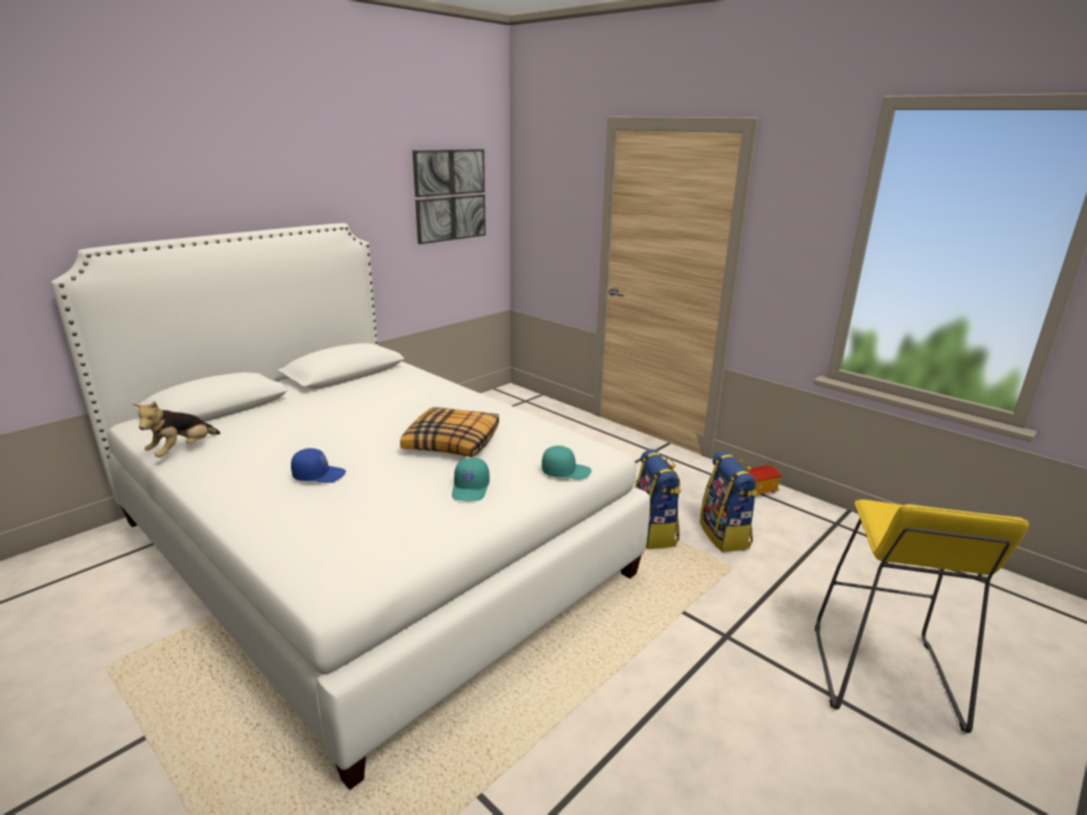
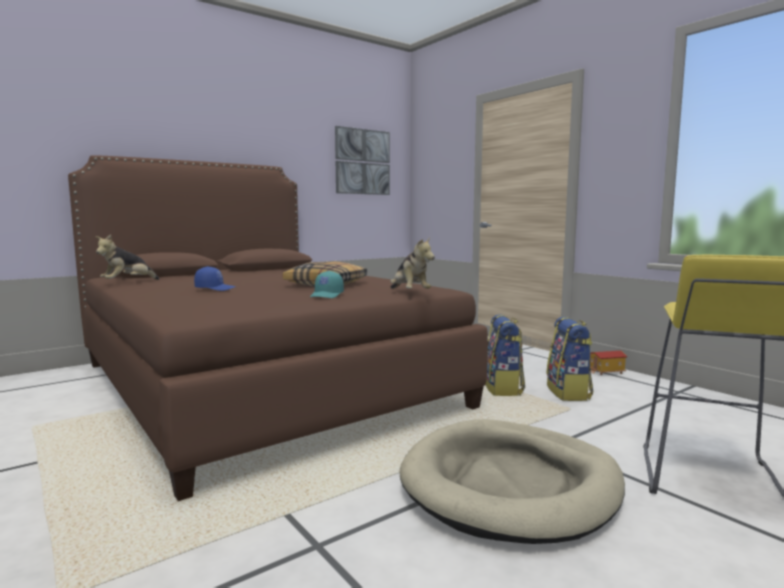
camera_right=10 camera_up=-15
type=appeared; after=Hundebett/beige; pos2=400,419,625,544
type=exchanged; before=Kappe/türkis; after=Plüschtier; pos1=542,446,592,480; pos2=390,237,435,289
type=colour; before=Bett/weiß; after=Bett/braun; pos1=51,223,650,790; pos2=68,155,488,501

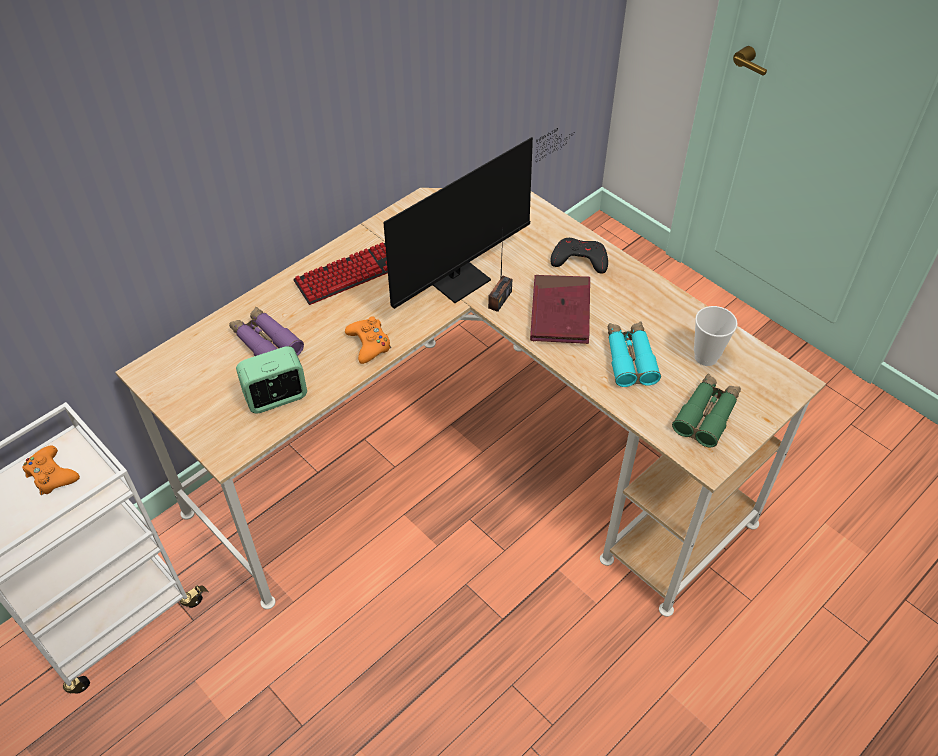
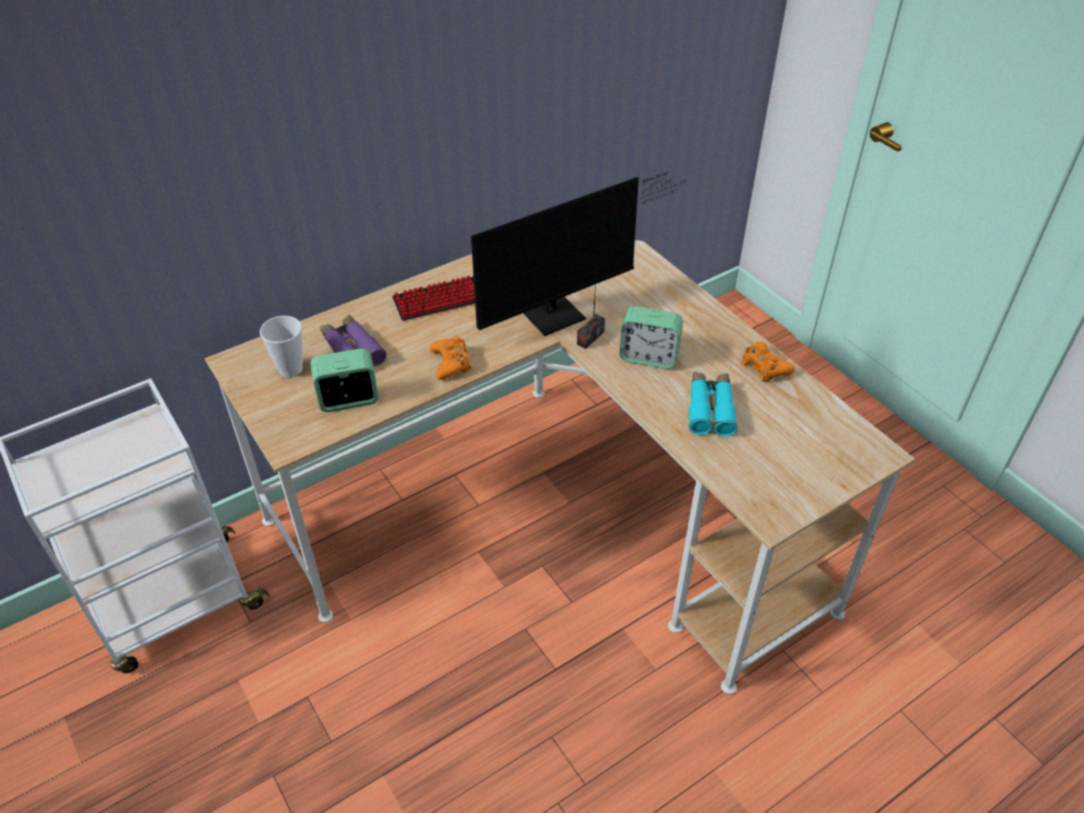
camera_right=10 camera_up=-5
type=missing; before=Gamepad/schwarz; pos1=550,238,608,274
type=missing; before=Fernglas/grün; pos1=672,374,741,447
type=relocated; before=Gamepad/orange; pos1=22,445,80,495; pos2=742,341,795,381
type=relocated; before=Tasse; pos1=694,306,738,366; pos2=260,316,303,377
type=exchanged; before=Buch/rot; after=Wecker; pos1=530,275,590,344; pos2=619,306,683,369

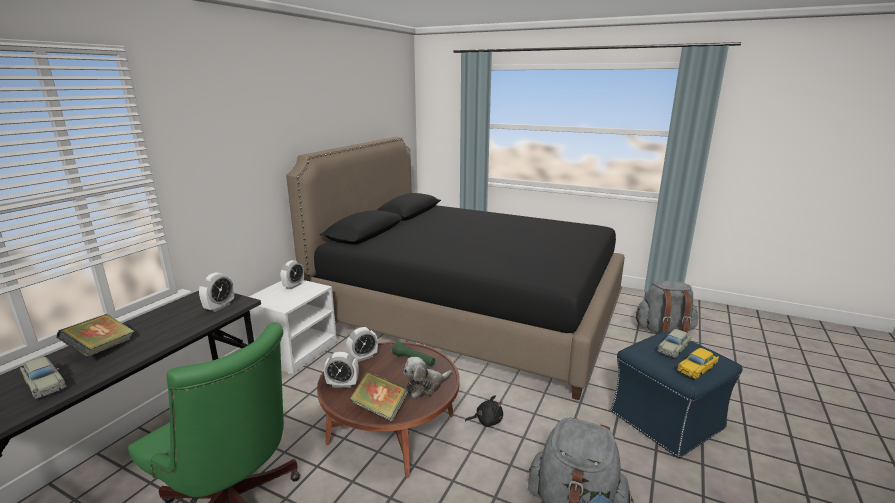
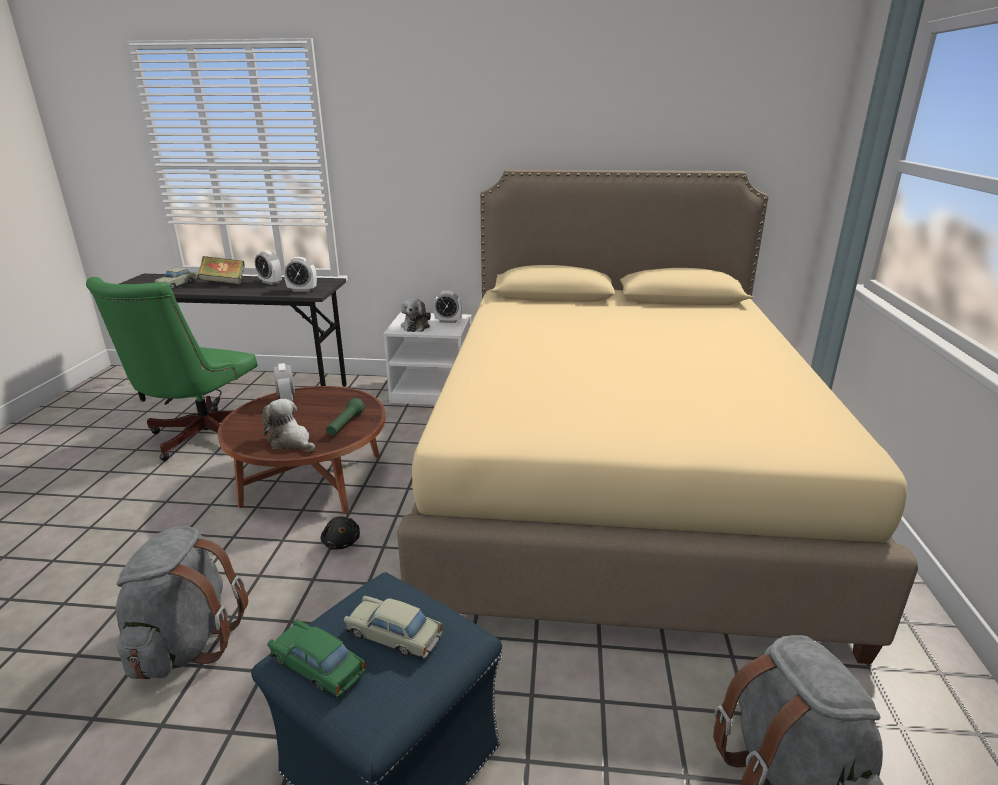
camera_right=70 camera_up=5
type=missing; before=Buch; pos1=350,371,408,421
type=appeared; after=Plüschtier; pos2=401,298,431,332
type=relocated; before=Wecker; pos1=346,327,378,362; pos2=255,250,282,285
type=colour; before=Bett/schwarz; after=Bett/beige; pos1=286,137,625,400; pos2=397,170,918,664
type=colour; before=Spielzeugauto/gelb; after=Spielzeugauto/grün; pos1=677,348,719,379; pos2=267,619,366,698

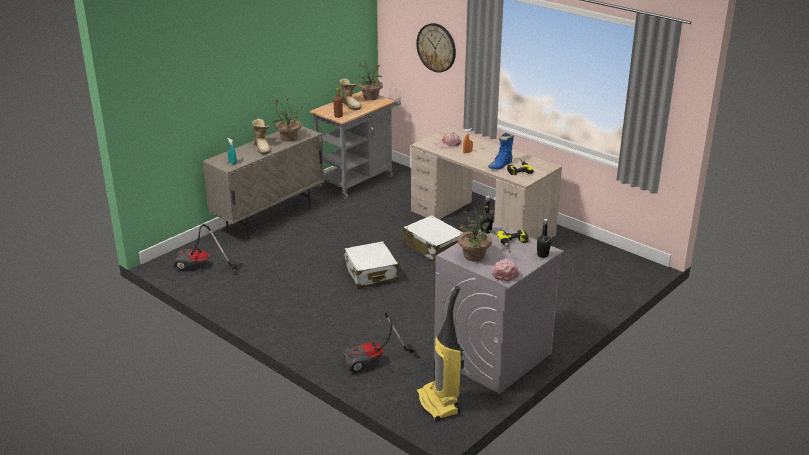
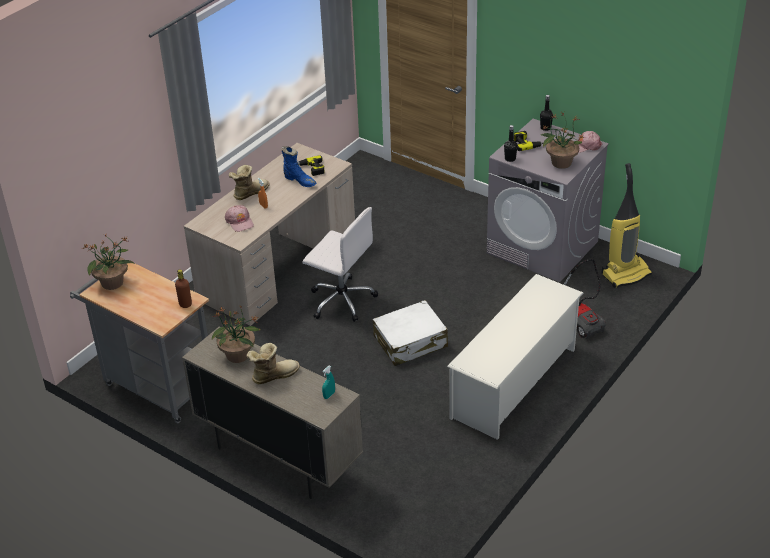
camera_right=-95 camera_up=10
type=missing; before=Staubsauger; pos1=174,224,243,275
type=missing; before=Wanduhr; pos1=416,23,456,73
type=appeared; after=Schuhregal/weiß; pos2=447,274,583,440
type=relocated; before=Stiefel; pos1=339,78,362,110; pos2=229,165,270,200
type=exchanged; before=Koffer/weiß; after=Bürostuhl/weiß; pos1=403,215,464,262; pos2=303,207,378,322

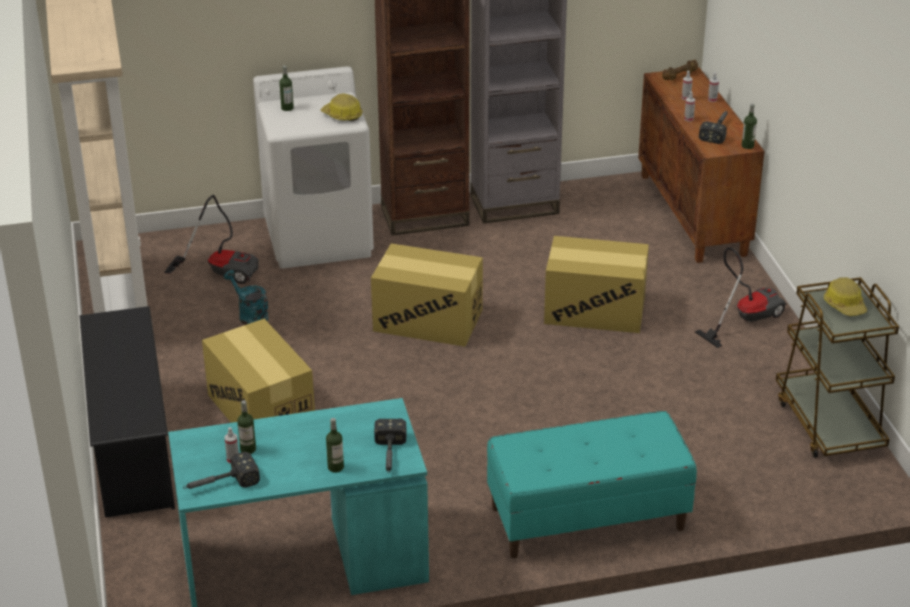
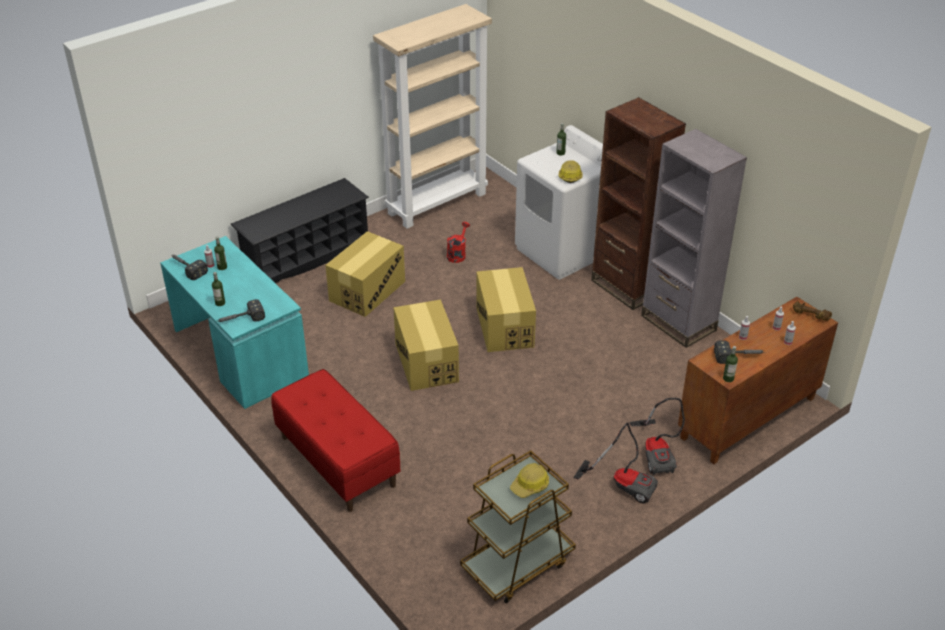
camera_right=65 camera_up=5
type=relocated; before=Staubsauger; pos1=165,195,259,284; pos2=629,398,685,476
type=relocated; before=Karton; pos1=544,236,649,333; pos2=393,299,459,391
type=colour; before=Gießkanne/türkis; after=Gießkanne/rot; pos1=224,270,268,325; pos2=447,222,470,263
type=colour; before=Bank/türkis; after=Bank/rot; pos1=487,411,697,558; pos2=271,369,400,512

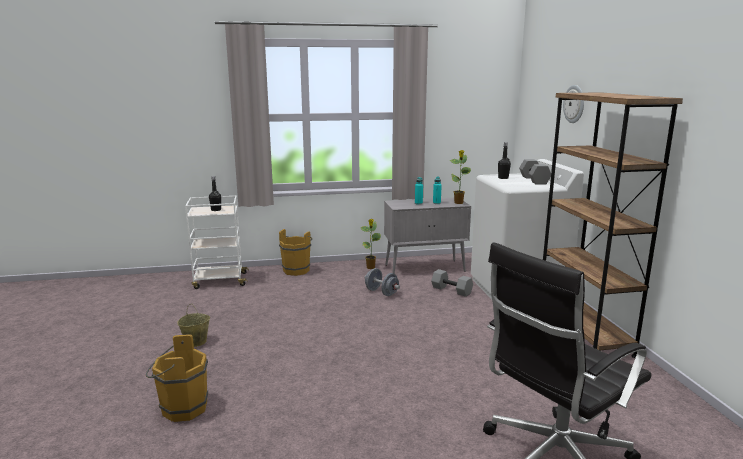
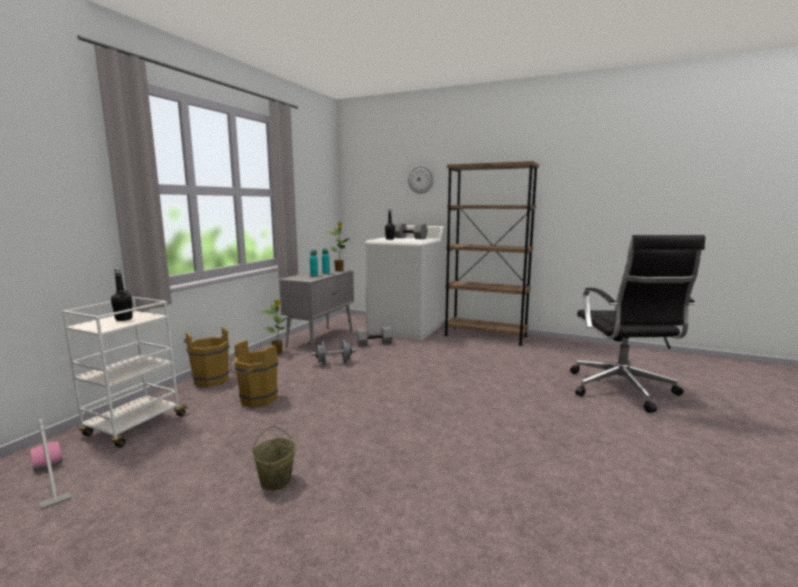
camera_right=-55 camera_up=-5
type=appeared; after=Staubsauger; pos2=30,419,72,509
type=relocated; before=Eimer/braun; pos1=146,334,208,422; pos2=230,340,278,407

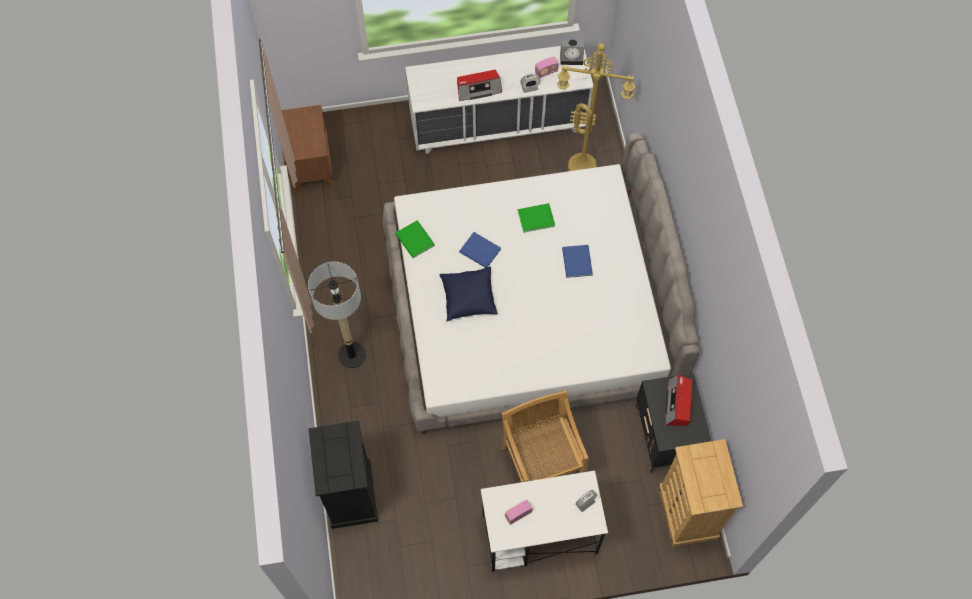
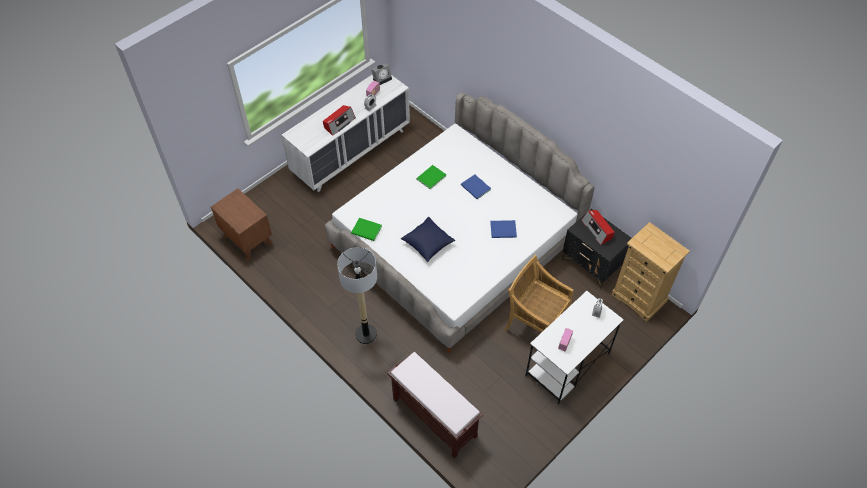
camera_right=-35 camera_up=-10
type=missing; before=Stehlampe/gelb; pos1=557,44,635,171
type=relocated; before=Buch/blau; pos1=459,232,501,268; pos2=490,220,517,238
type=exchanged; before=Kommode/schwarz; after=Bank/braun; pos1=308,421,378,529; pos2=388,352,483,459

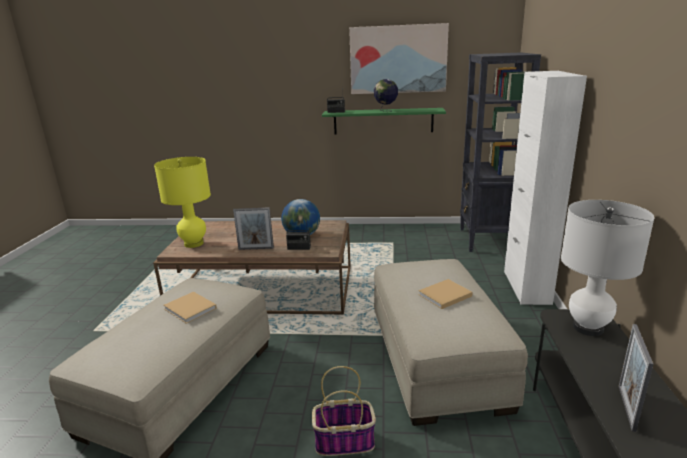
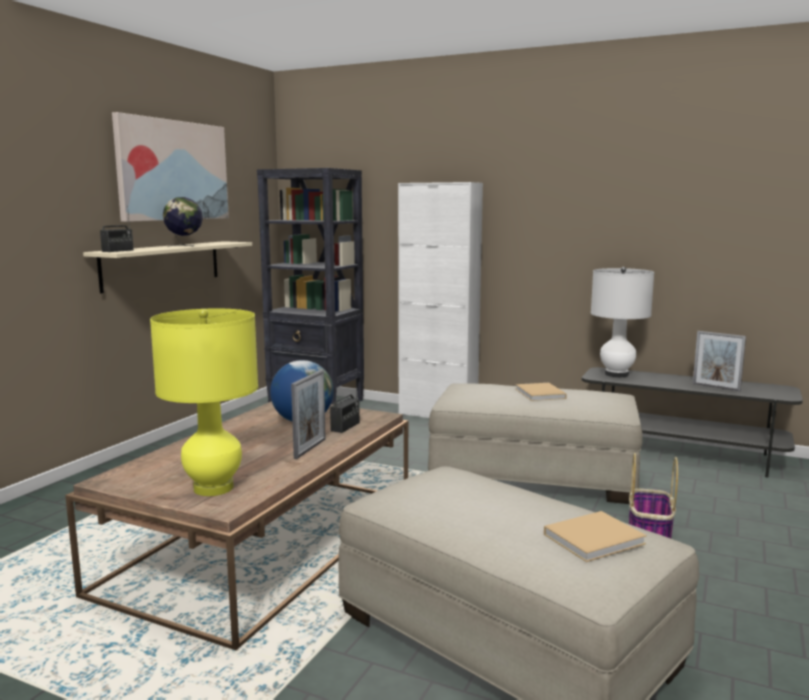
camera_right=-70 camera_up=-10
type=relocated; before=Buch/beige; pos1=163,292,217,324; pos2=544,511,647,562
type=colour; before=Wandregal/grün; after=Wandregal/beige; pos1=322,108,446,135; pos2=83,241,252,294

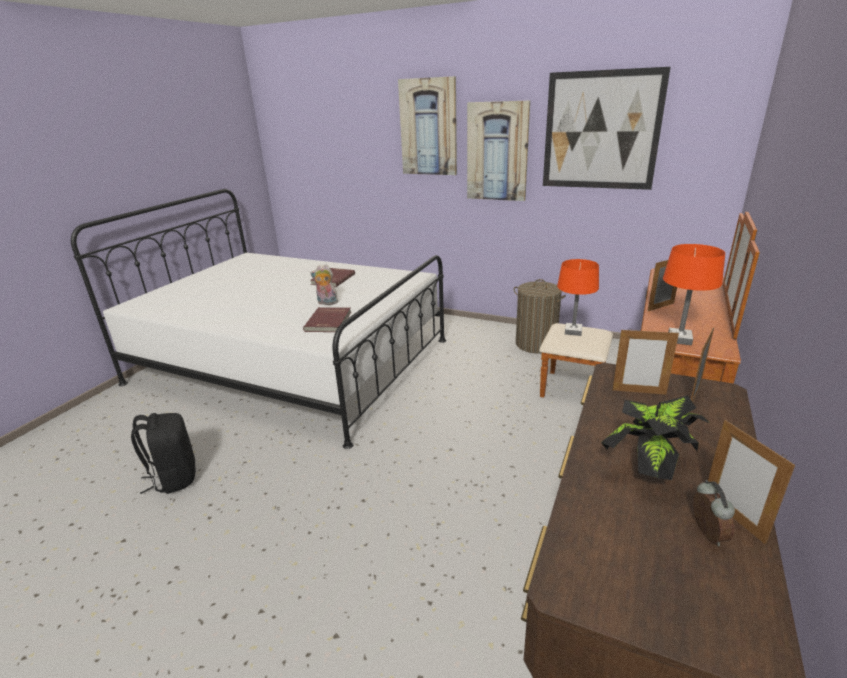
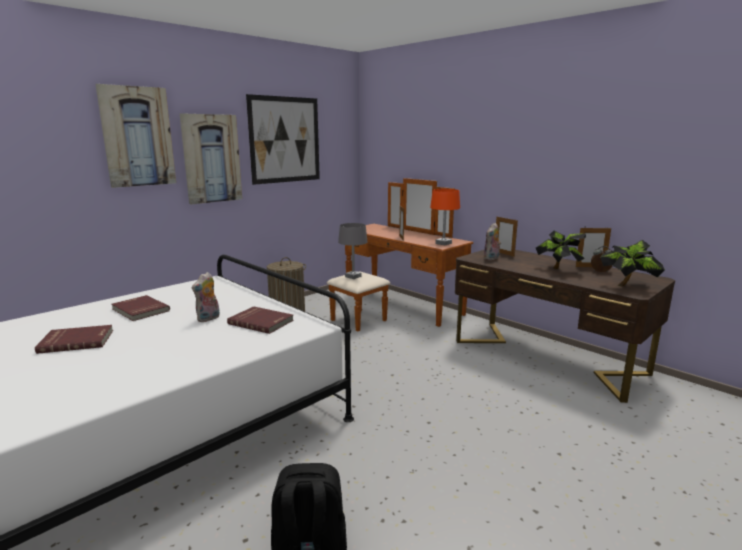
camera_right=-70 camera_up=-10
type=appeared; after=Buch/rot; pos2=35,325,113,354
type=appeared; after=Topfpflanze; pos2=600,240,665,287
type=exchanged; before=Bilderrahmen; after=Plüschtier; pos1=612,328,679,395; pos2=483,223,501,260
type=colour; before=Tischlampe/orange; after=Tischlampe/grau; pos1=557,259,599,336; pos2=338,223,368,279

